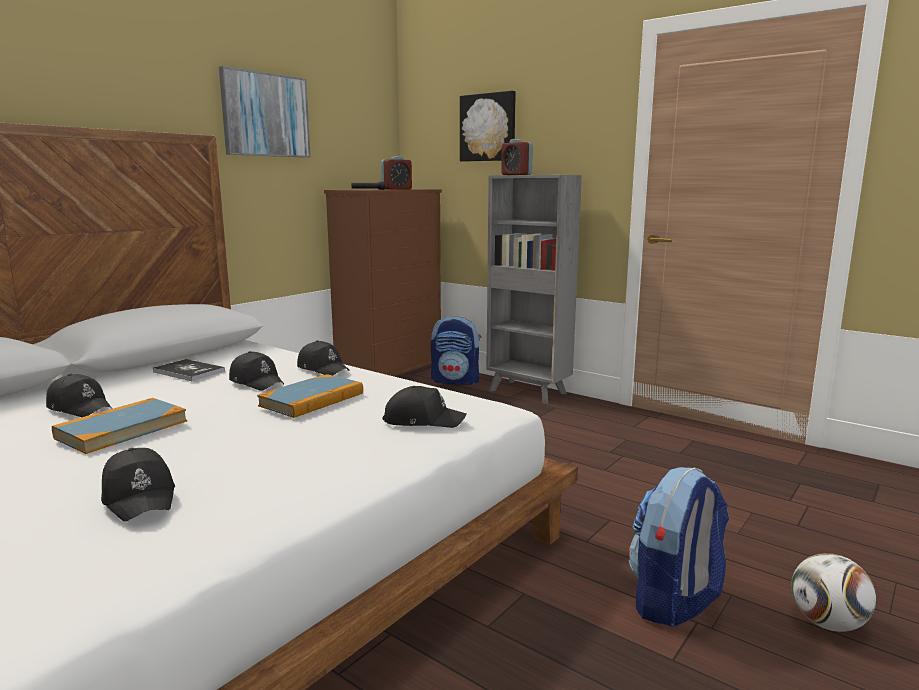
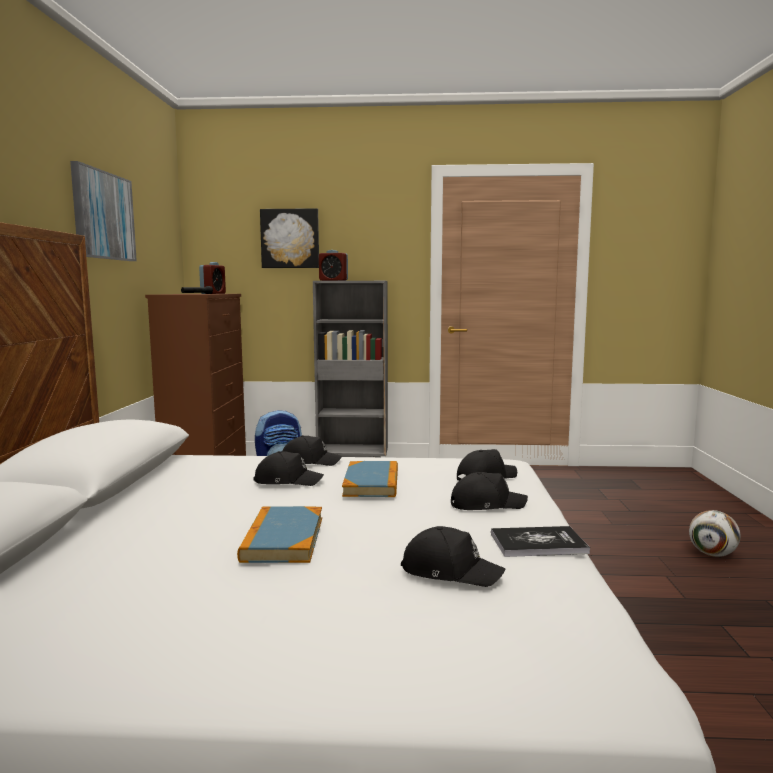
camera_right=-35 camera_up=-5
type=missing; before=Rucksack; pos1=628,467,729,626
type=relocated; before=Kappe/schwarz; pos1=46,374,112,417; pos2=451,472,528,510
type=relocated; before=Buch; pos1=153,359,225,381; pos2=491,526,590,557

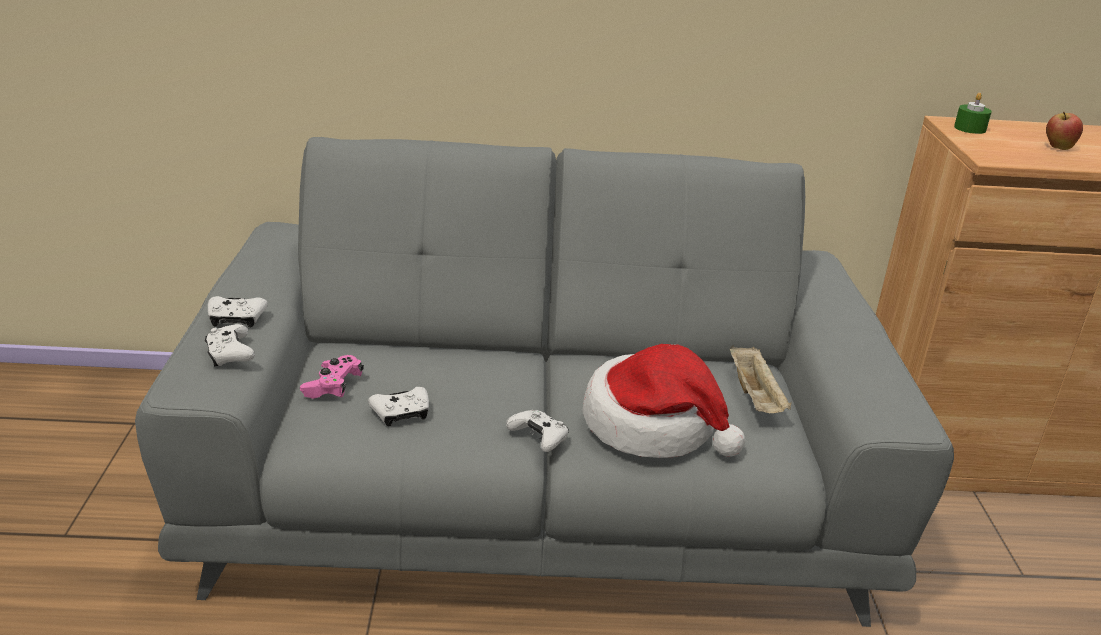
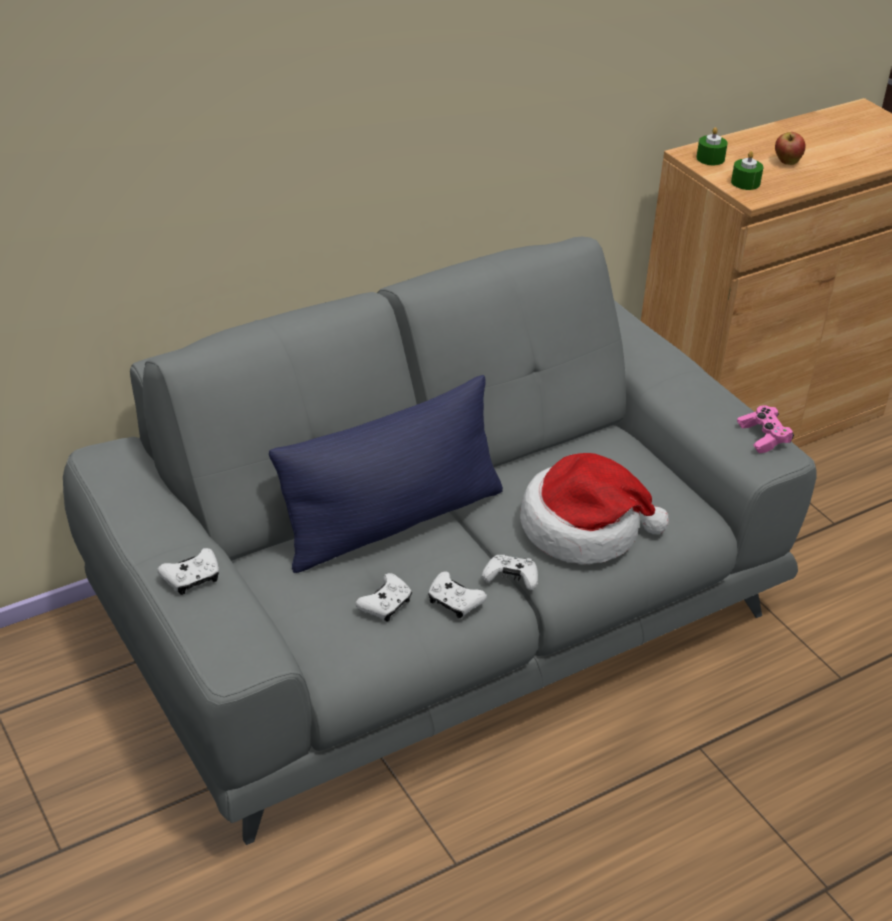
camera_right=-30 camera_up=10
type=missing; before=Tablett/beige; pos1=730,345,792,413
type=appeared; after=Kissen/blau; pos2=269,375,503,573
type=appeared; after=Kerze/grün; pos2=731,151,763,190
type=relocated; before=Gamepad/weiß; pos1=205,324,255,366; pos2=428,571,487,618
type=relocated; before=Gamepad/rosa; pos1=300,355,364,399; pos2=737,405,794,453

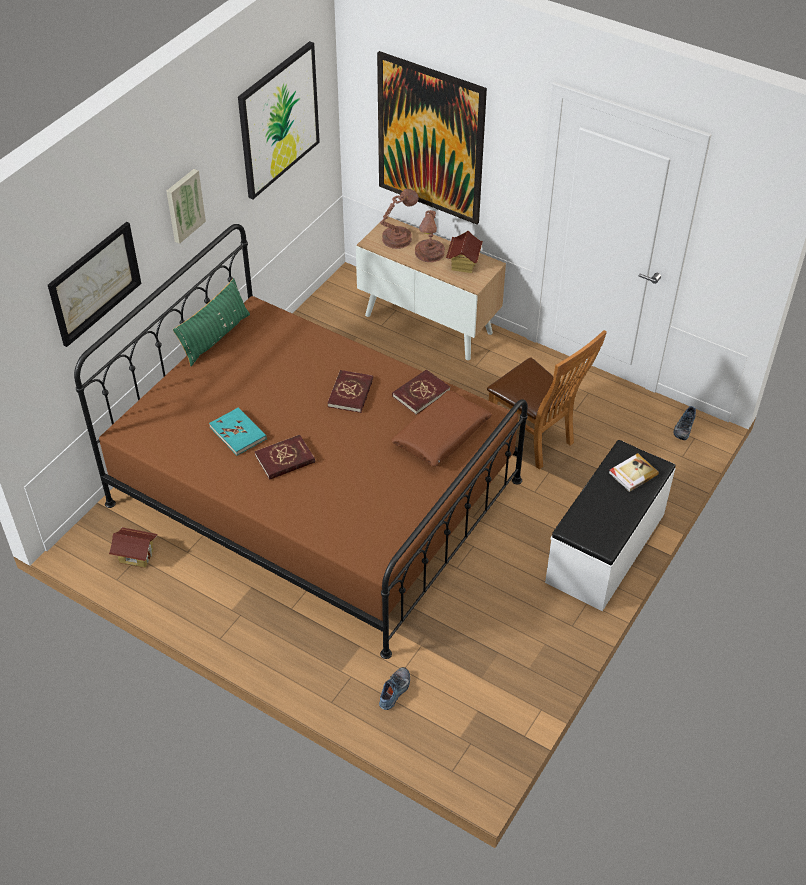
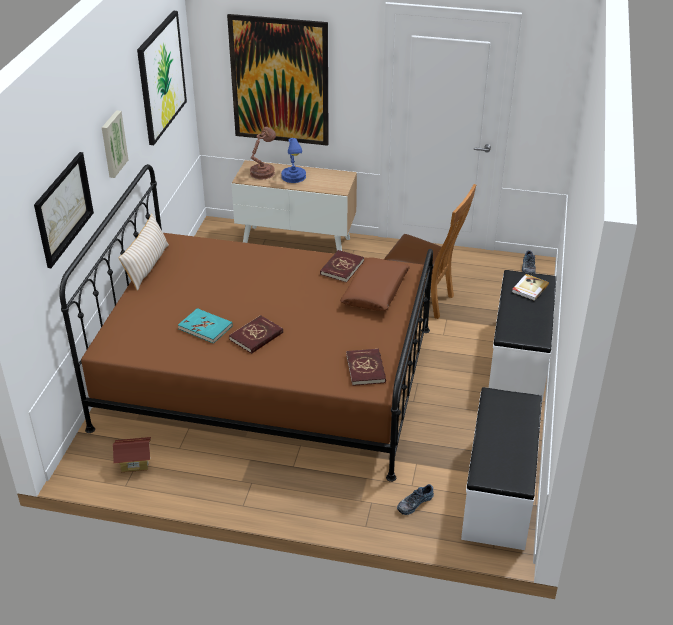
camera_right=-20 camera_up=-10
type=missing; before=Spielzeughaus; pos1=446,231,483,273
type=appeared; after=Bank/weiß; pos2=461,387,542,550
type=relocated; before=Buch/rot; pos1=327,370,373,413; pos2=346,349,386,386
type=colour; before=Kissen/grün; after=Kissen/beige; pos1=173,278,250,366; pos2=119,214,169,291
type=colour; before=Tischlampe/braun; after=Tischlampe/blau; pos1=415,210,445,262; pos2=281,138,306,183
type=spun; before=Schuh; pos1=379,667,410,710; pos2=397,484,434,515; turn=-135

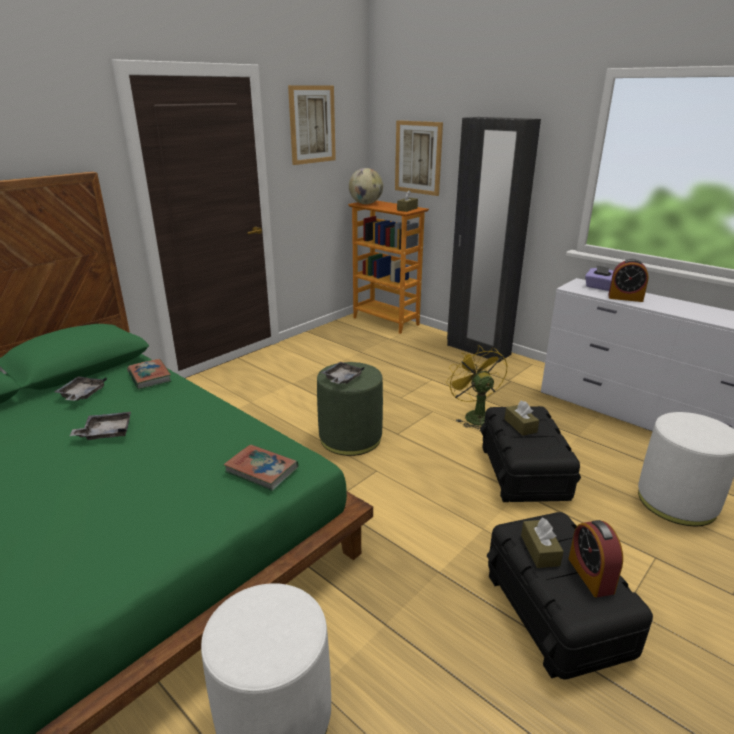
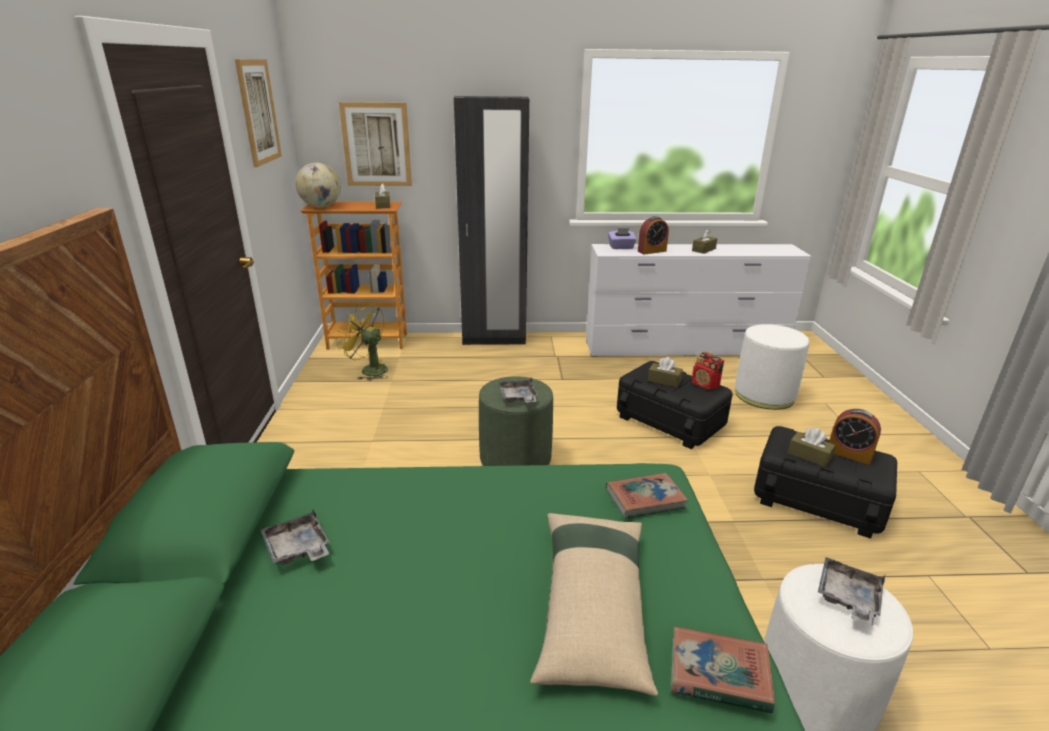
camera_right=-45 camera_up=0
type=appeared; after=Kissen/beige; pos2=531,513,658,696
type=appeared; after=Taschentuchbox/braun; pos2=692,229,717,254
type=appeared; after=Radio; pos2=692,351,724,390
type=relocated; before=Tablett/grau; pos1=70,412,131,440; pos2=818,557,885,626
type=relocated; before=Buch; pos1=127,359,171,390; pos2=671,626,775,713
type=relocated; before=Ventilator/gelb; pos1=446,345,508,431; pos2=337,303,388,381

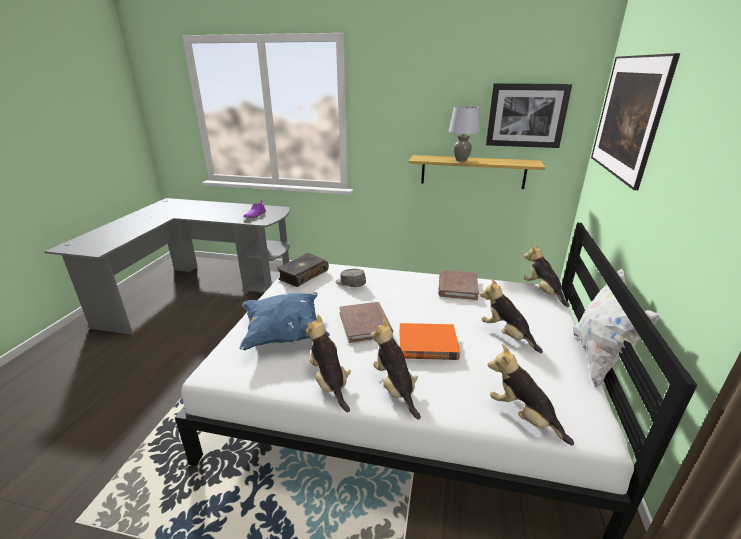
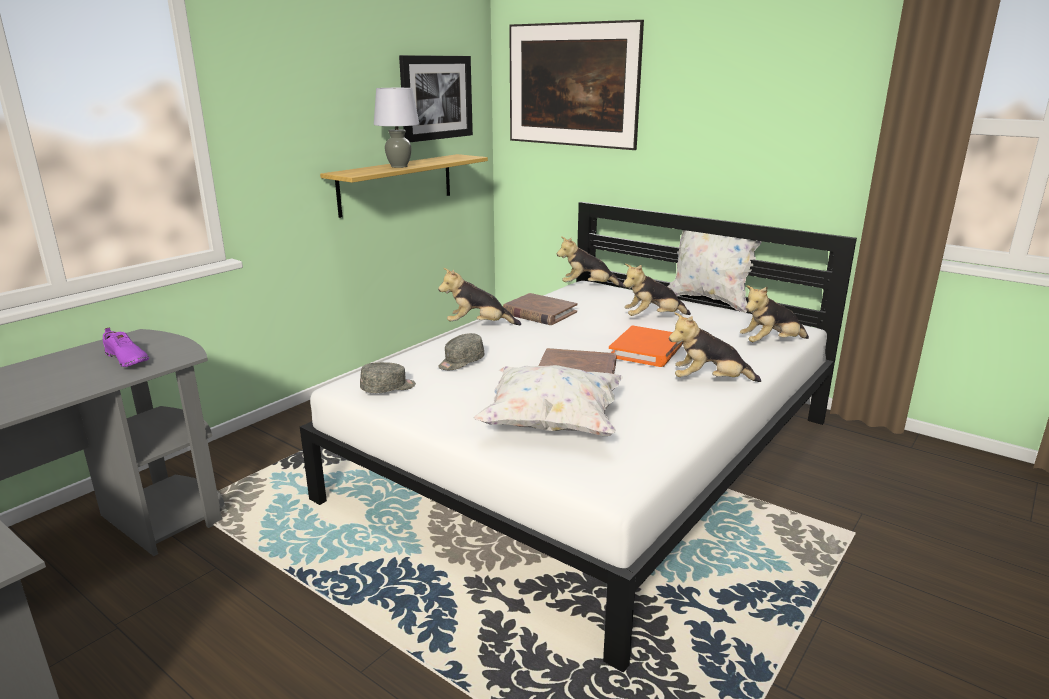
camera_right=-65 camera_up=-5
type=relocated; before=Plüschtier; pos1=306,315,351,412; pos2=438,268,521,325
type=exchanged; before=Buch; after=Kappe/grau; pos1=277,253,329,287; pos2=360,362,416,393
type=colour; before=Kissen/blau; after=Kissen/weiß; pos1=239,292,330,350; pos2=474,365,623,436

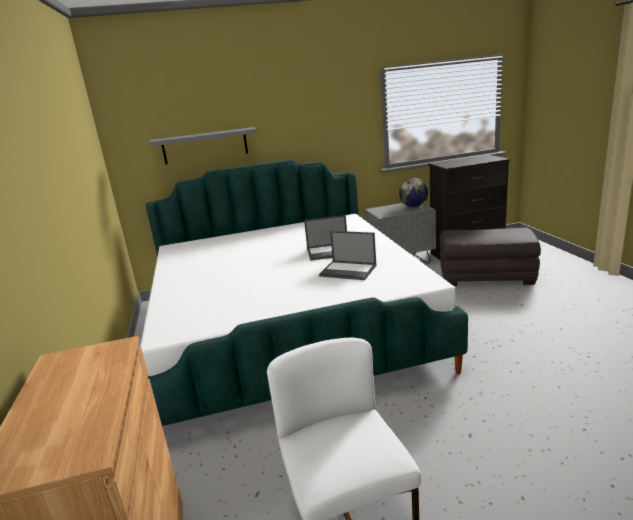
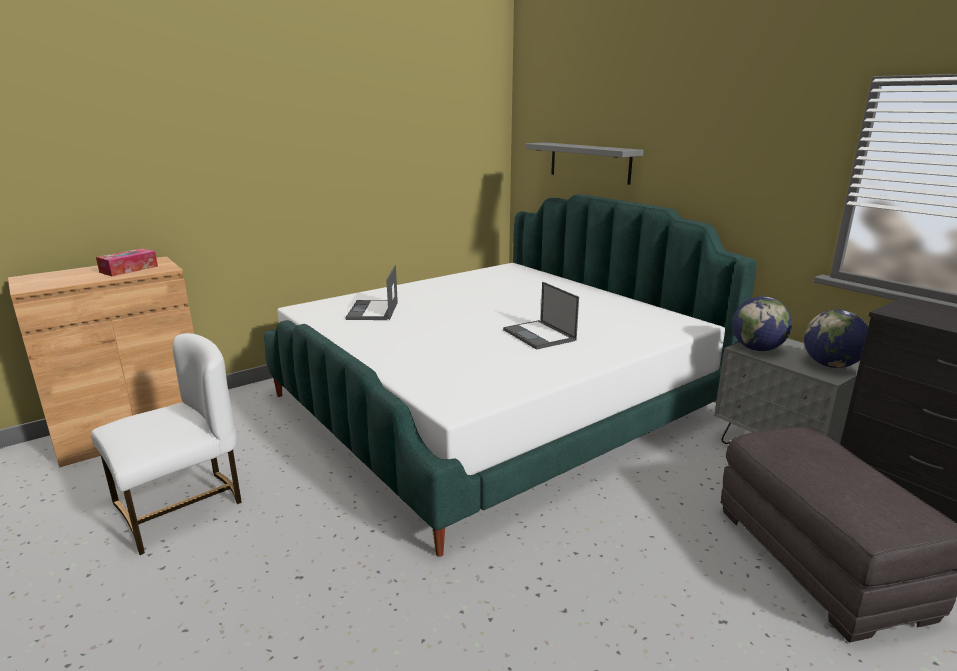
camera_right=65 camera_up=0
type=appeared; after=Taschentuchbox; pos2=96,248,158,276
type=appeared; after=Globus; pos2=732,296,792,351
type=relocated; before=Laptop; pos1=319,231,376,280; pos2=345,265,398,320

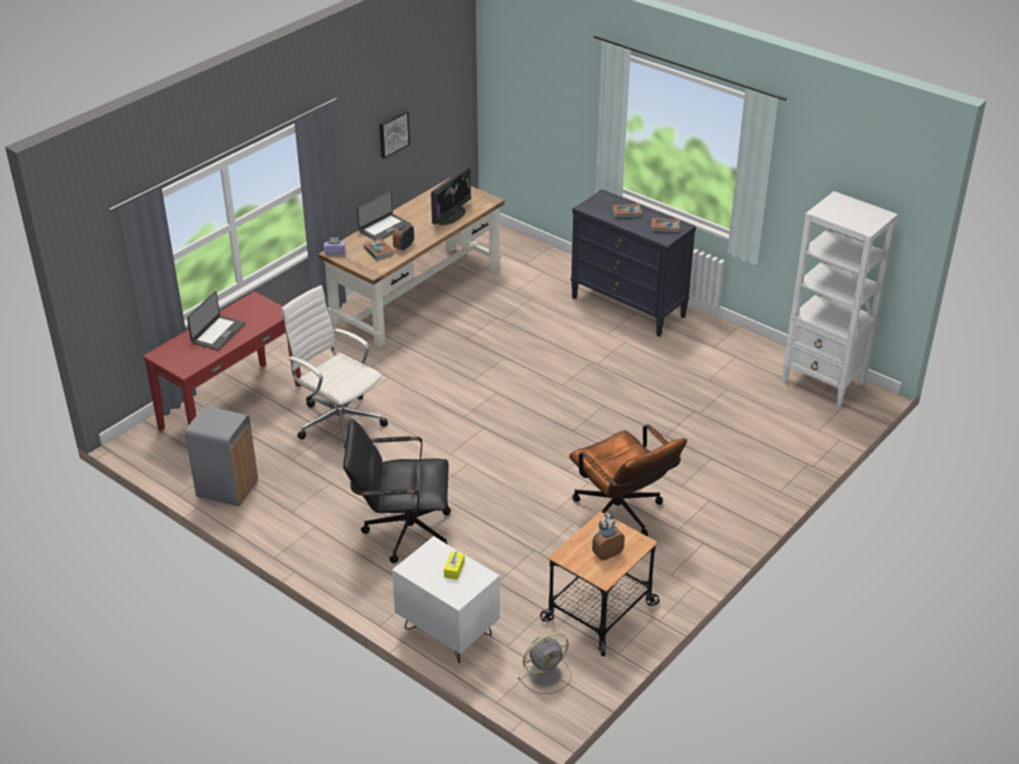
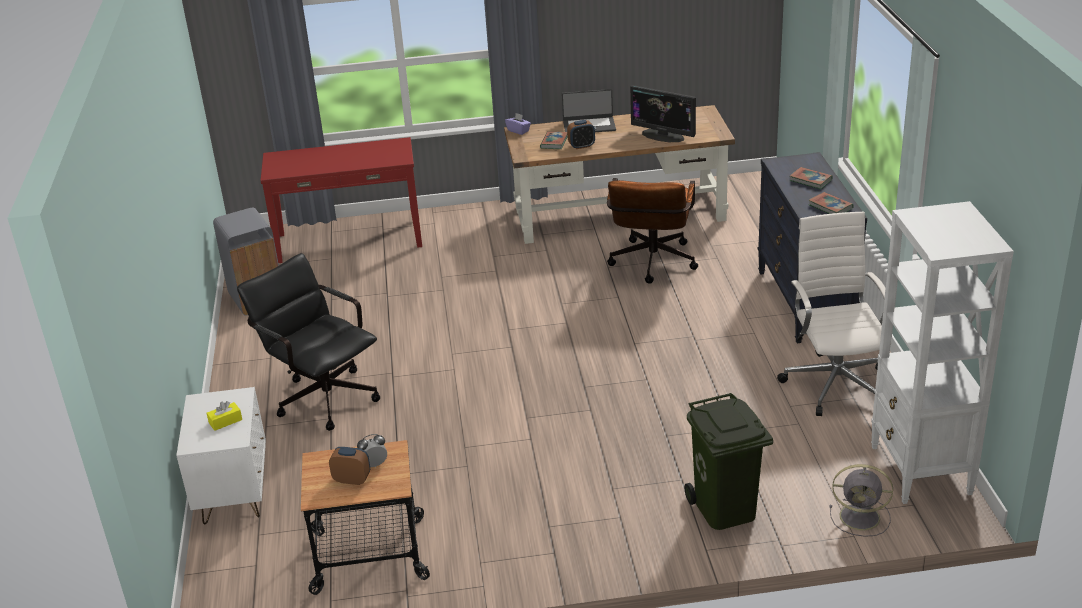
camera_right=45 camera_up=-5
type=missing; before=Laptop; pos1=187,291,245,350
type=missing; before=Bild; pos1=379,110,410,159
type=appeared; after=Mülleimer/grün; pos2=684,393,773,530
type=relocated; before=Bürostuhl/weiß; pos1=281,285,388,448; pos2=777,211,886,416
type=relocated; before=Ventilator/grau; pos1=518,632,571,694; pos2=829,464,893,537
type=relocated; before=Bürostuhl/braun; pos1=569,424,687,536; pos2=607,178,698,284
type=spun; before=Monitor; pos1=431,167,471,225; pos2=630,85,696,142; turn=45

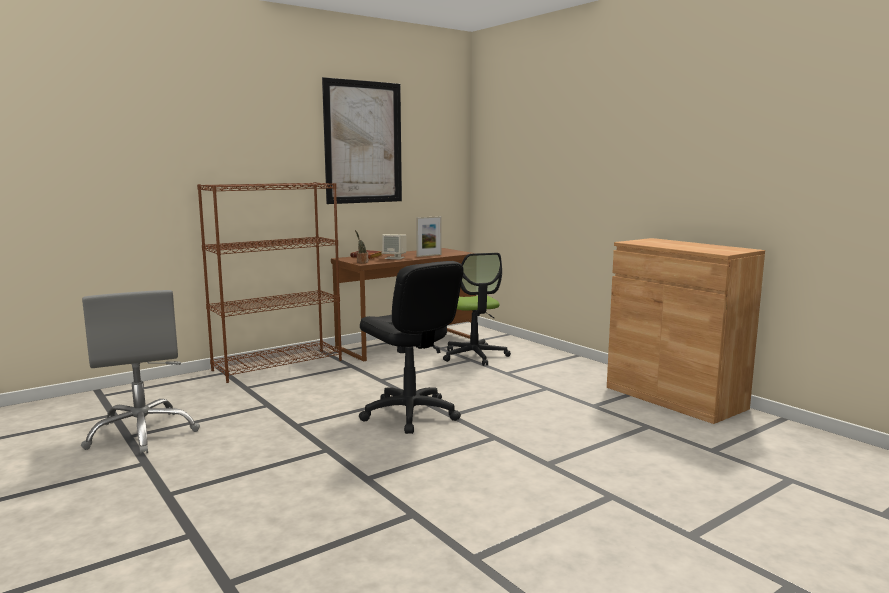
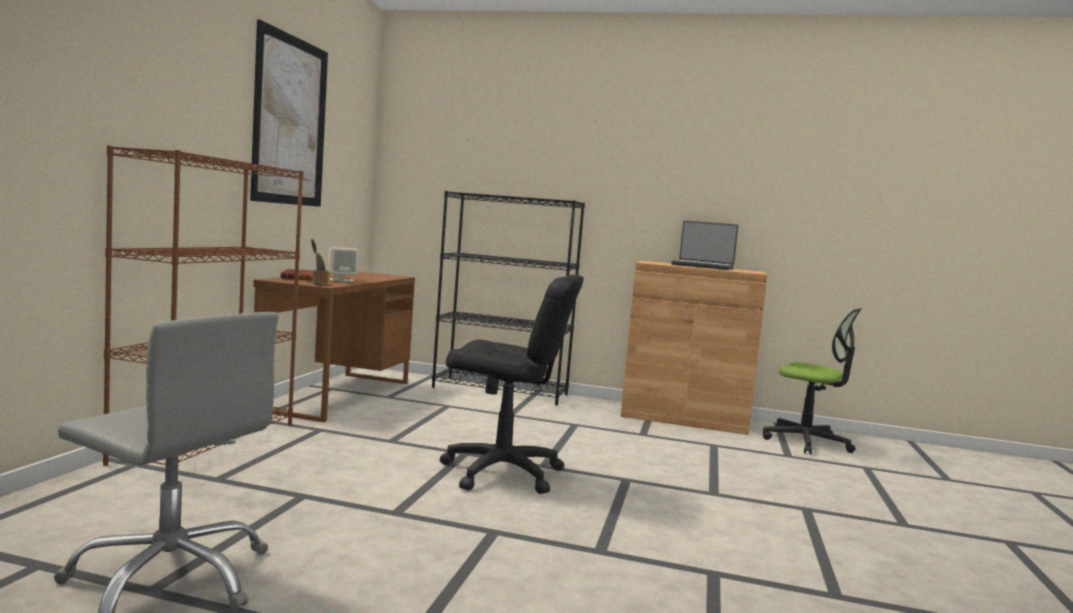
camera_right=-40 camera_up=-5
type=missing; before=Bilderrahmen; pos1=416,216,442,257
type=appeared; after=Bücherregal/schwarz; pos2=432,191,585,406
type=appeared; after=Laptop; pos2=671,221,738,270
type=relocated; before=Bürostuhl; pos1=443,253,511,366; pos2=763,308,862,454

